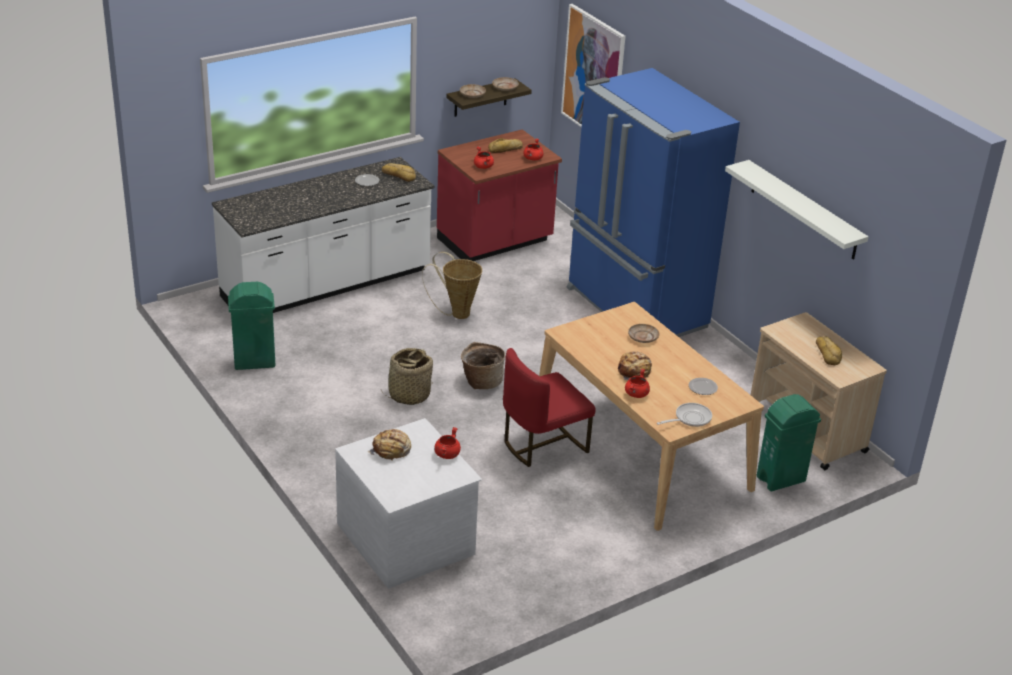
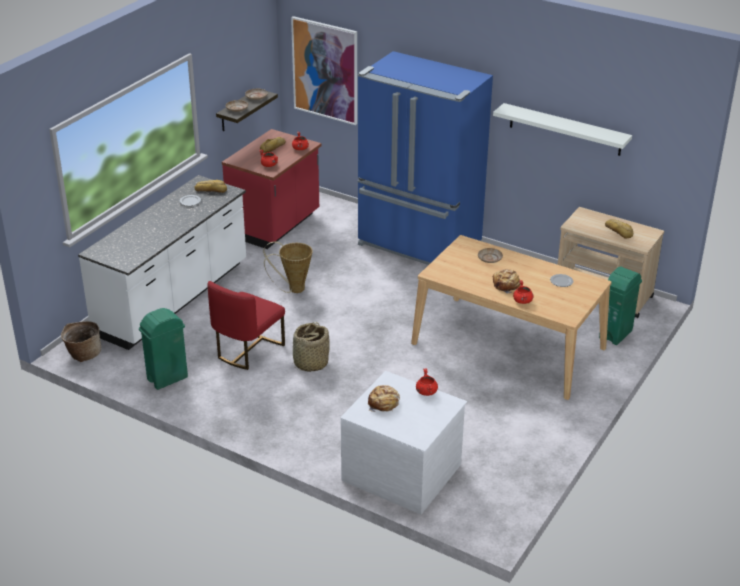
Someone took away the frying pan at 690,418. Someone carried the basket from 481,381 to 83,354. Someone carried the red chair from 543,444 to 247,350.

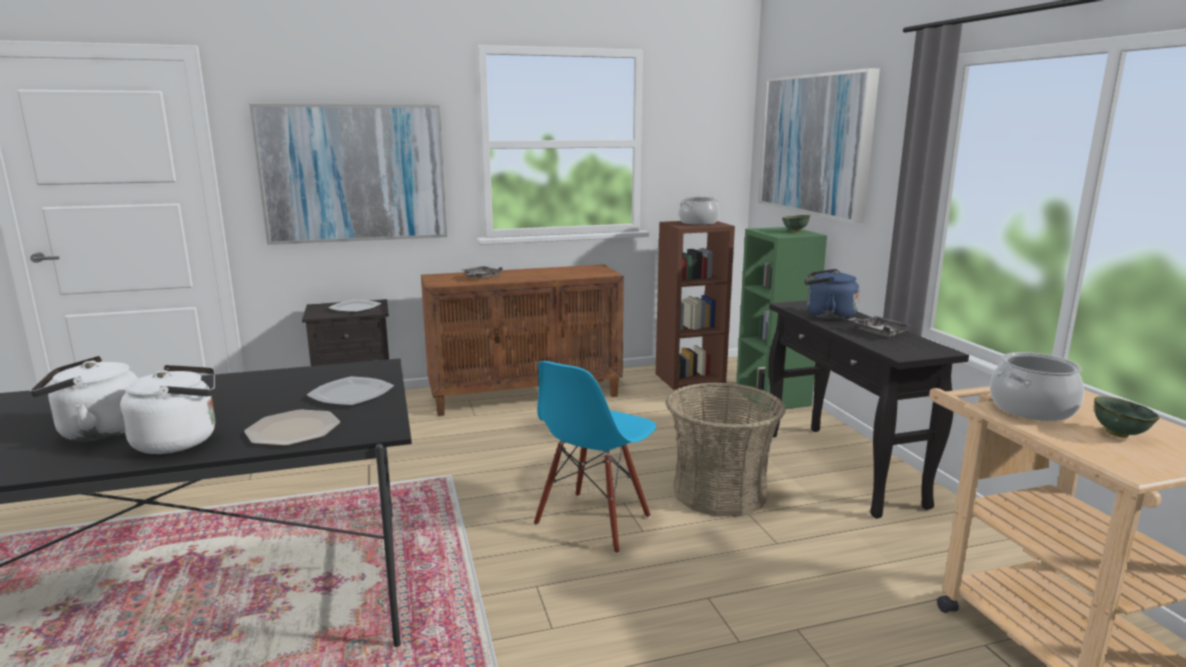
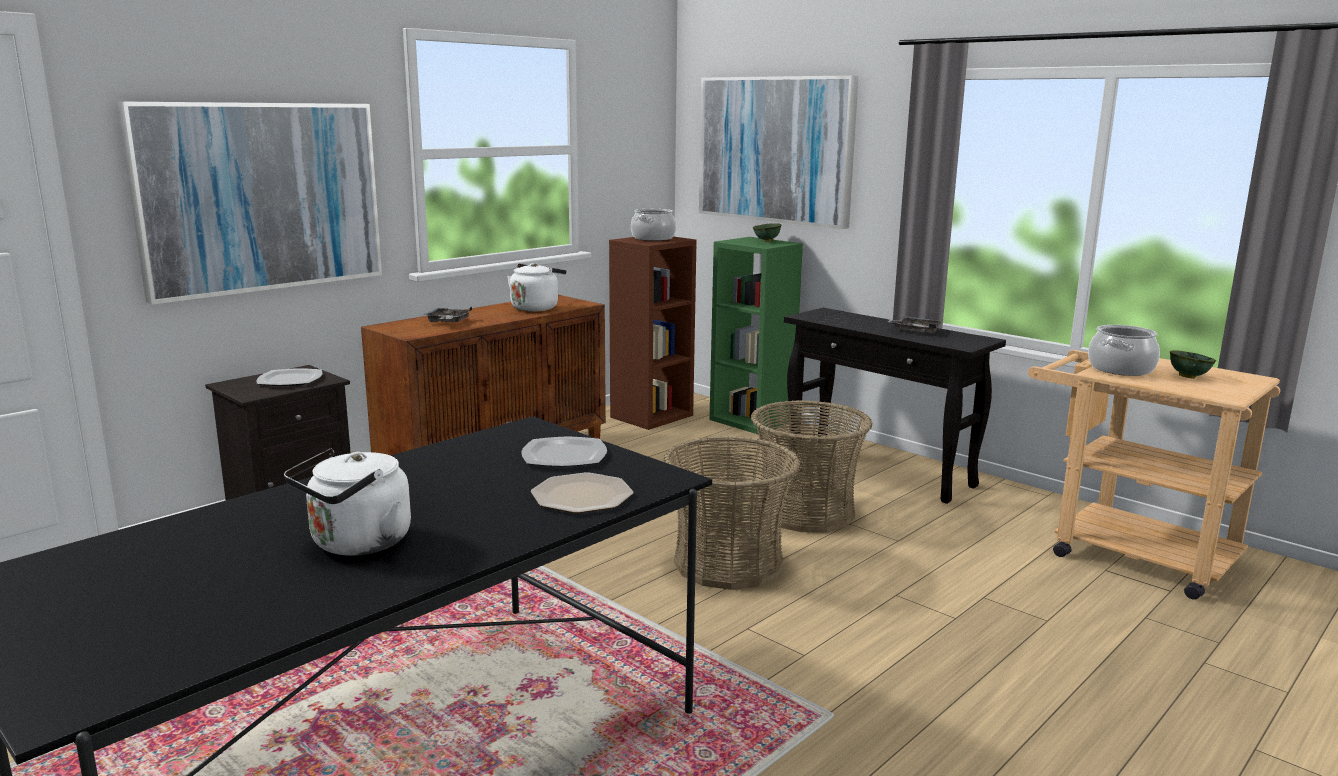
Someone took away the blue kettle at 827,315. Someone carried the white kettle from 181,441 to 536,308. Someone swapped the blue chair at 593,522 for the basket at 728,563.

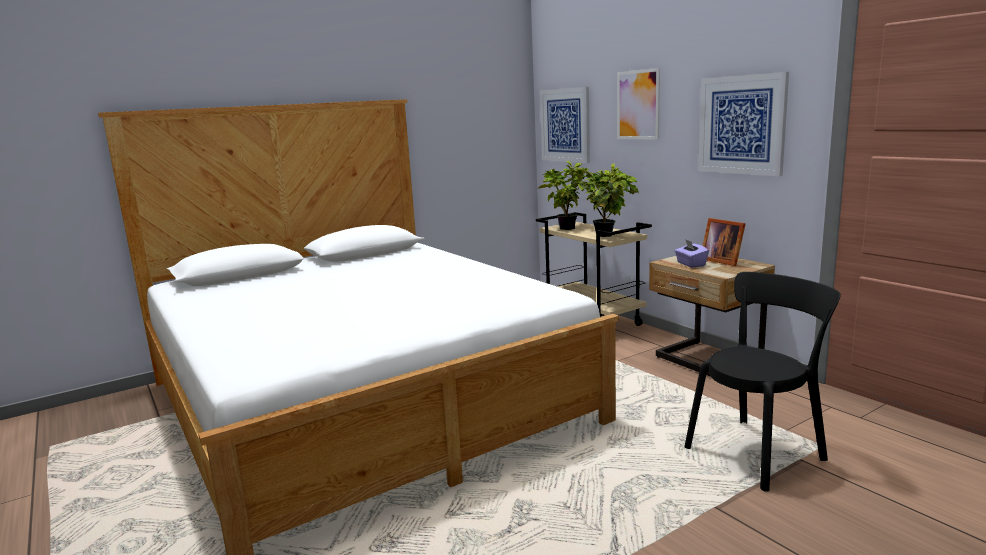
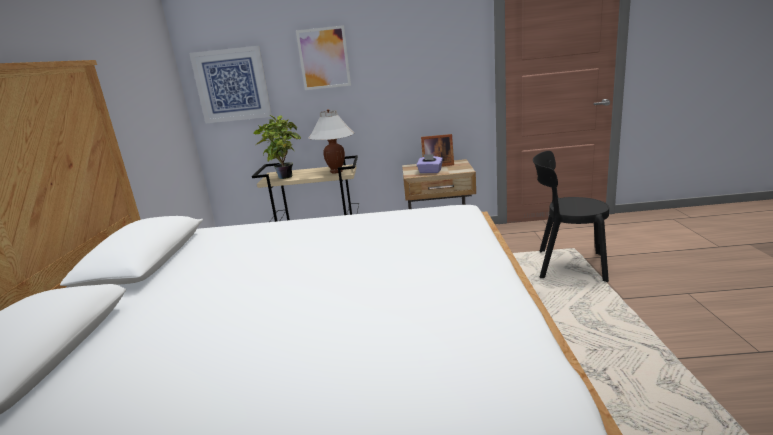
Someone took away the picture at 741,125. Someone swapped the potted plant at 609,236 for the white table lamp at 336,171. Someone rotated the black chair at 758,451 by 75 degrees counterclockwise.

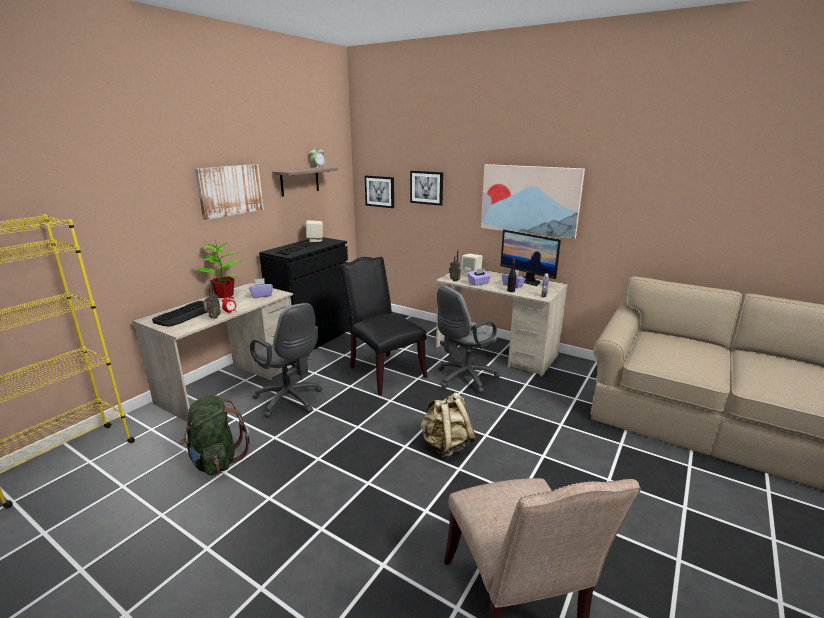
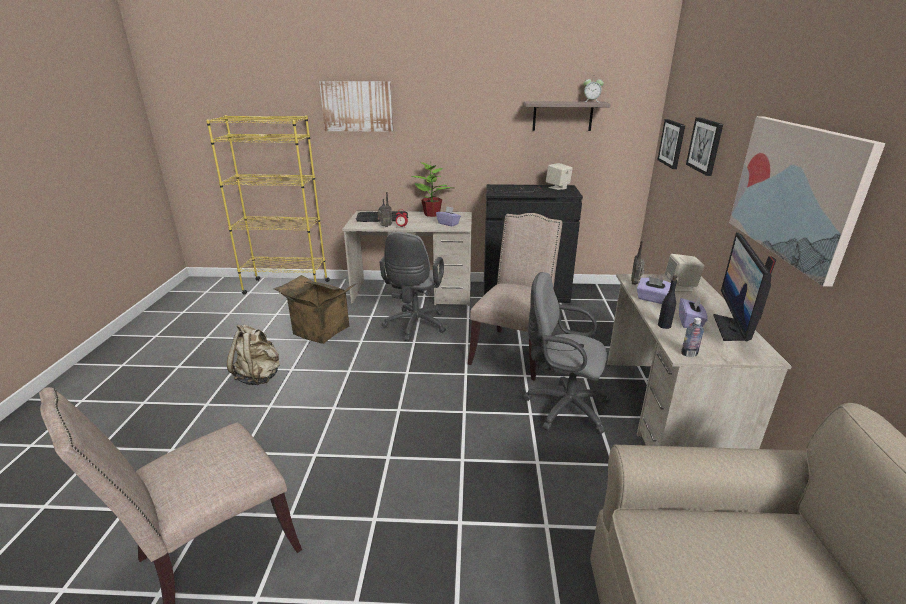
Someone carried the picture from 230,190 to 357,106. Someone carried the beige backpack from 446,446 to 259,377. Someone swapped the green backpack at 216,460 for the cardboard box at 319,331. Someone repainted the black chair at 383,371, which became the beige chair at 513,350.

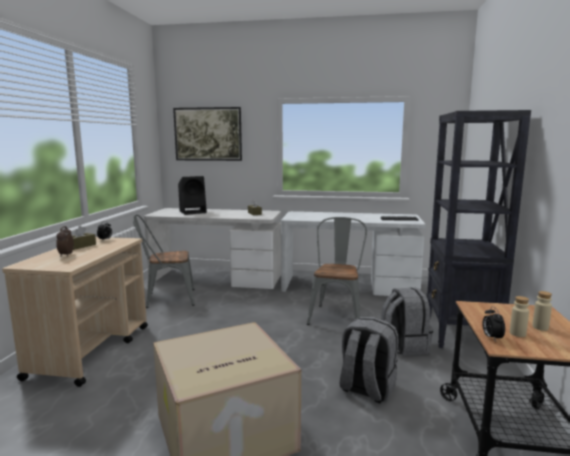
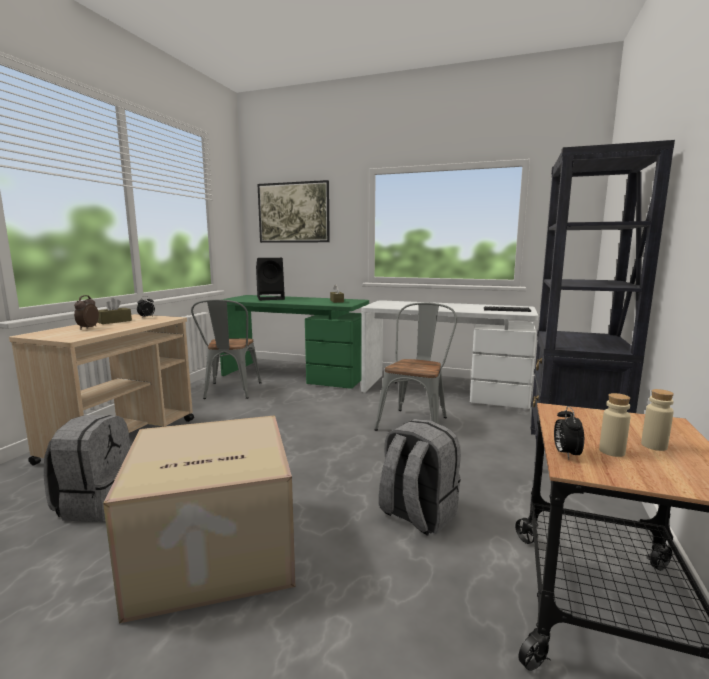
Someone carried the grey backpack from 404,345 to 97,503. Someone repainted the white desk at 217,278, which became the green desk at 295,374. Someone rotated the grey chair at 166,299 by 90 degrees counterclockwise.

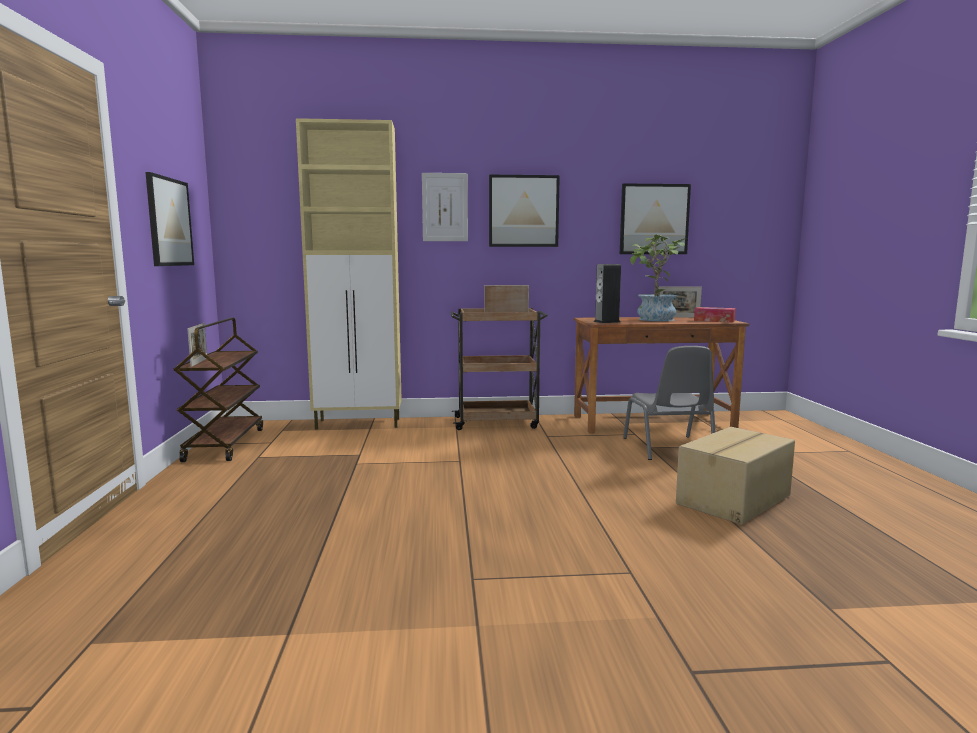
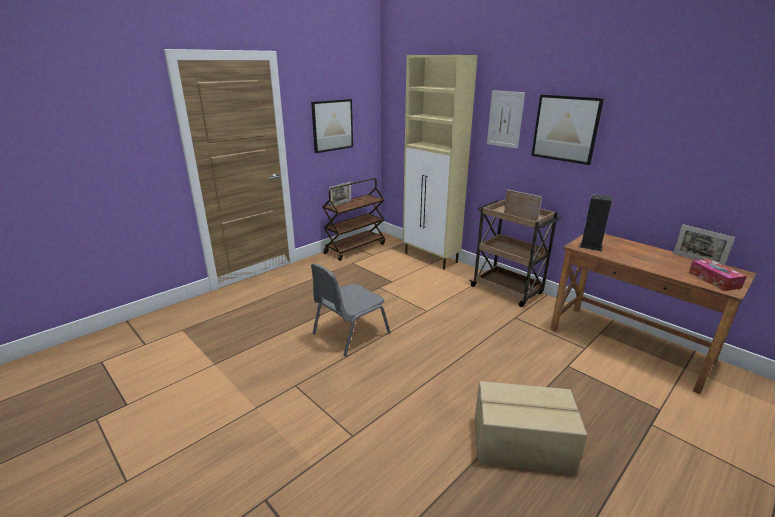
Someone took away the picture at 654,219. Someone took away the potted plant at 653,319. Someone carried the grey chair from 668,448 to 349,333.

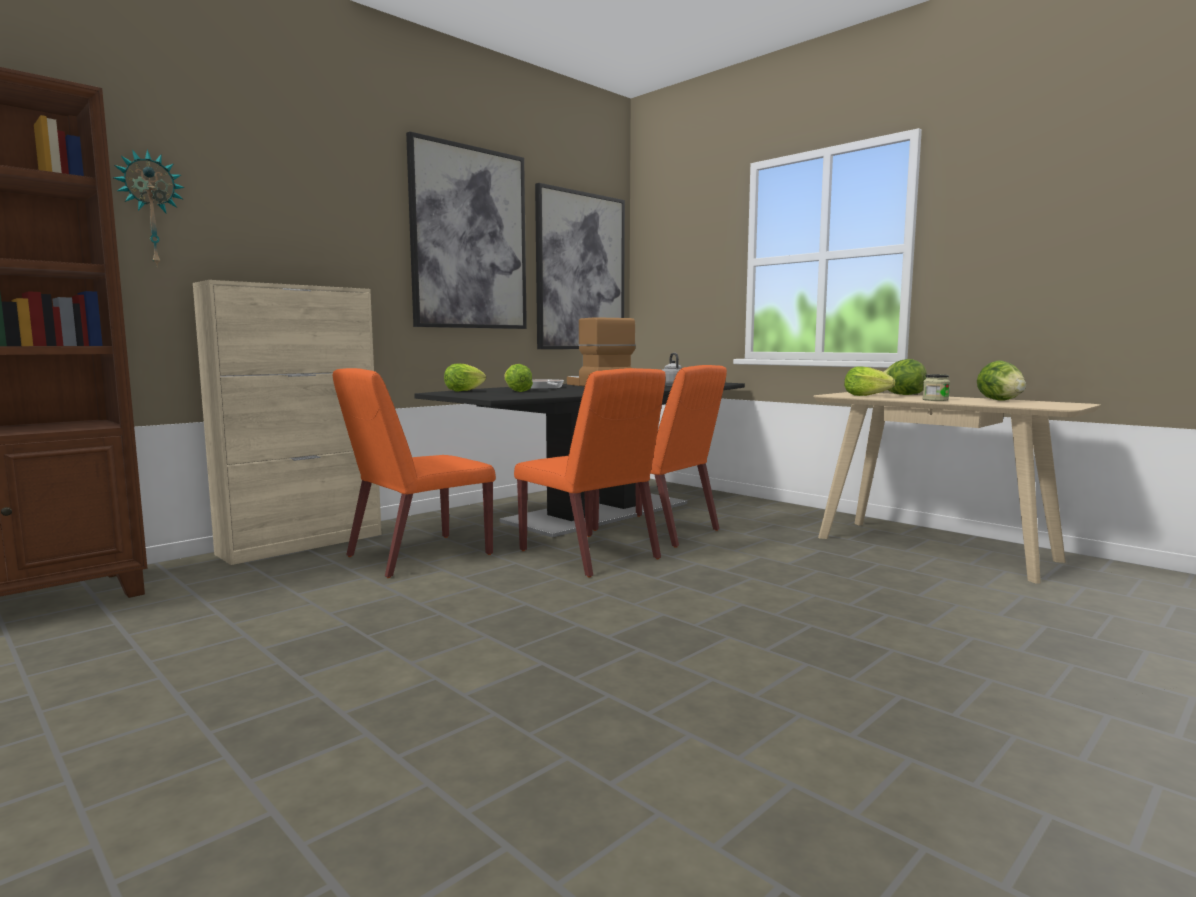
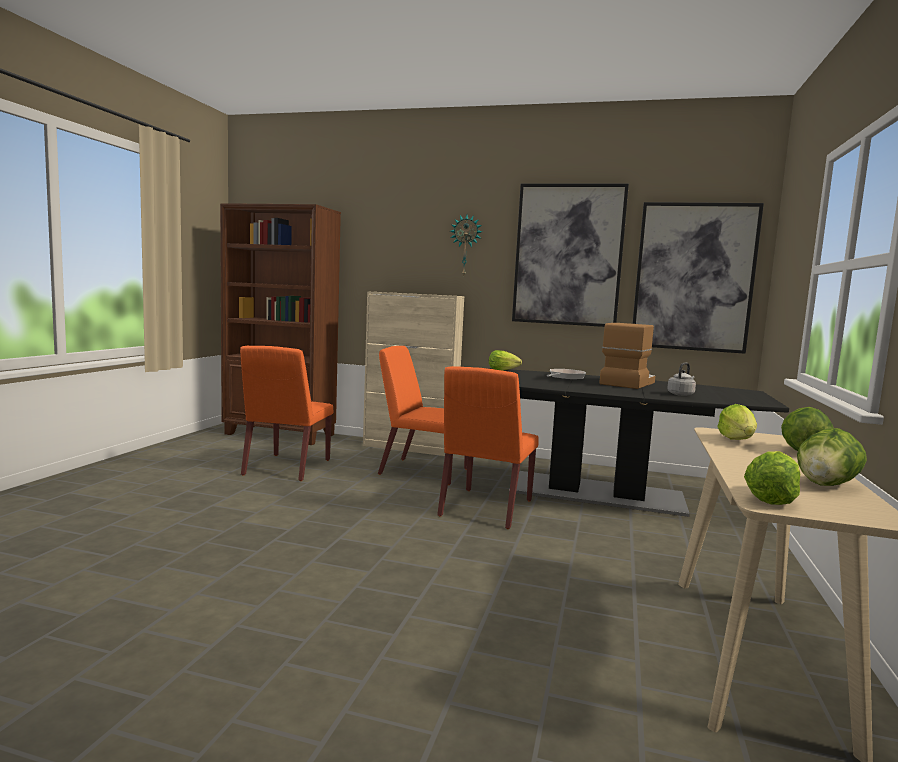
Someone took away the jar at 935,400. Someone carried the wall clock from 150,209 to 465,245. Someone carried the lettuce from 516,391 to 771,499. Someone carried the orange chair from 657,530 to 287,467.

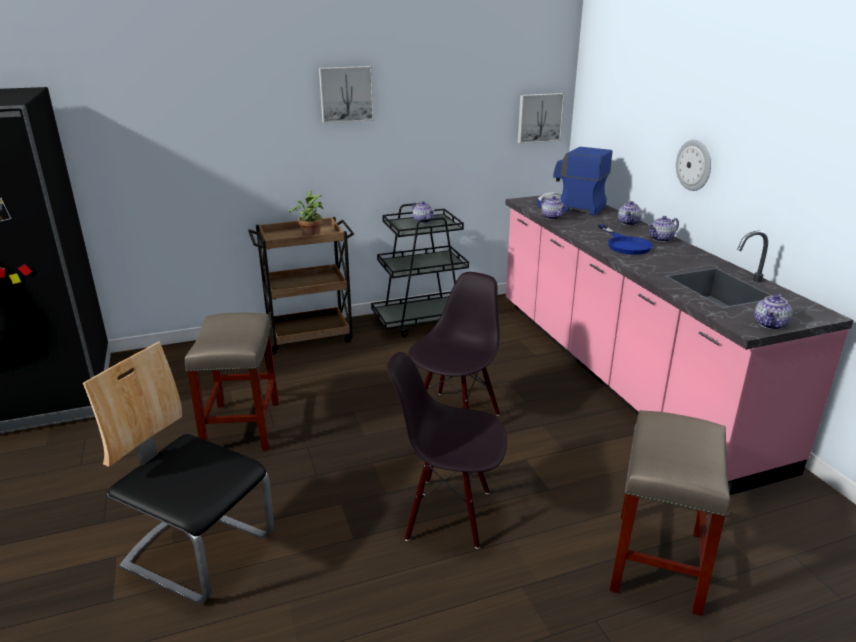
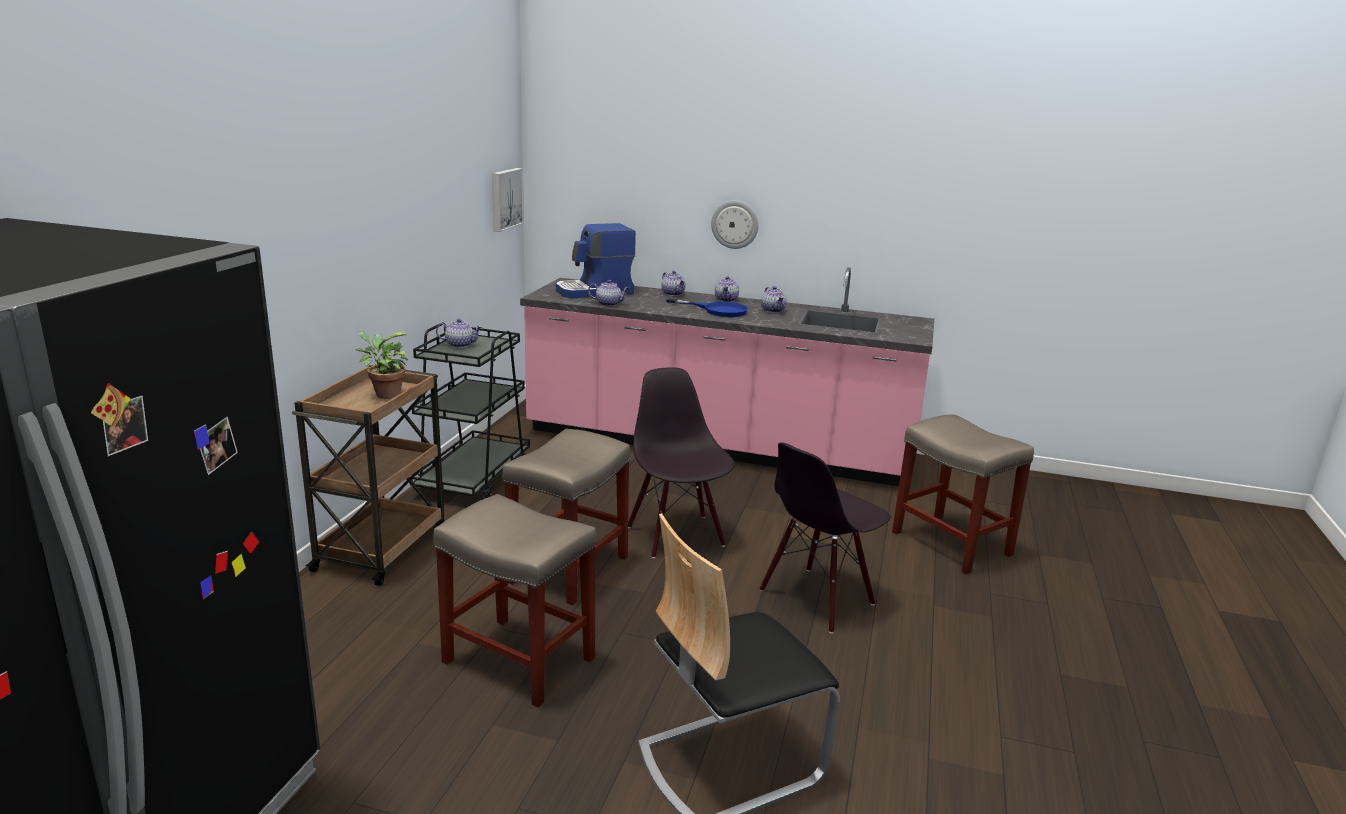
Someone took away the picture at 346,94. Someone put down the beige stool at 568,570. Someone carried the teapot from 770,325 to 773,310.

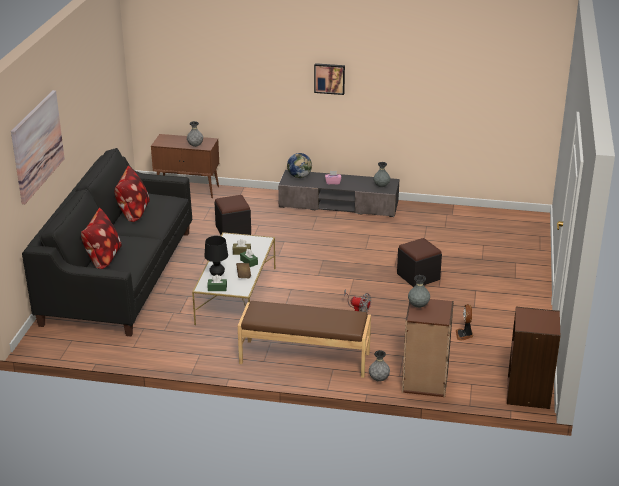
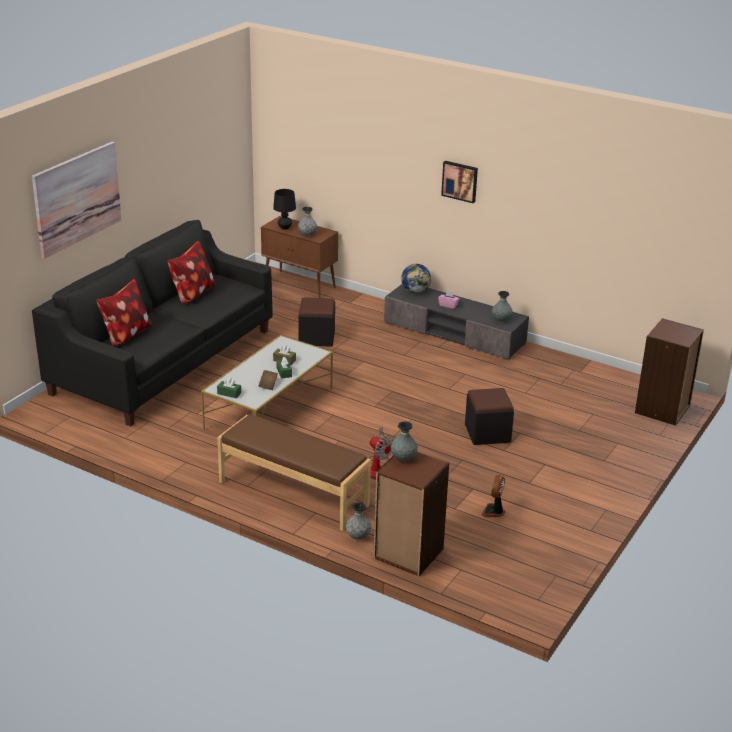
Someone carried the black table lamp from 217,275 to 284,228. Someone carried the brown bookcase from 529,393 to 663,409.

